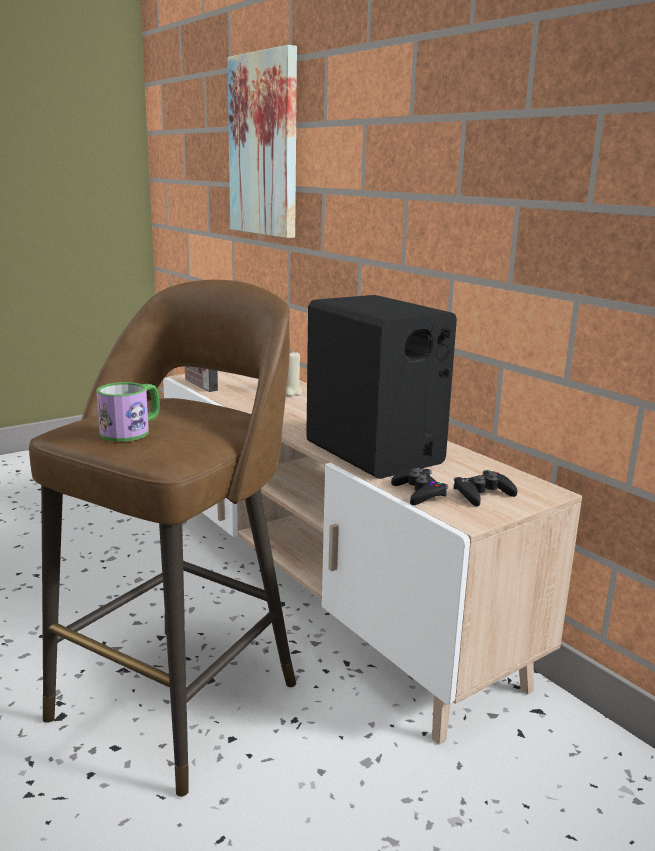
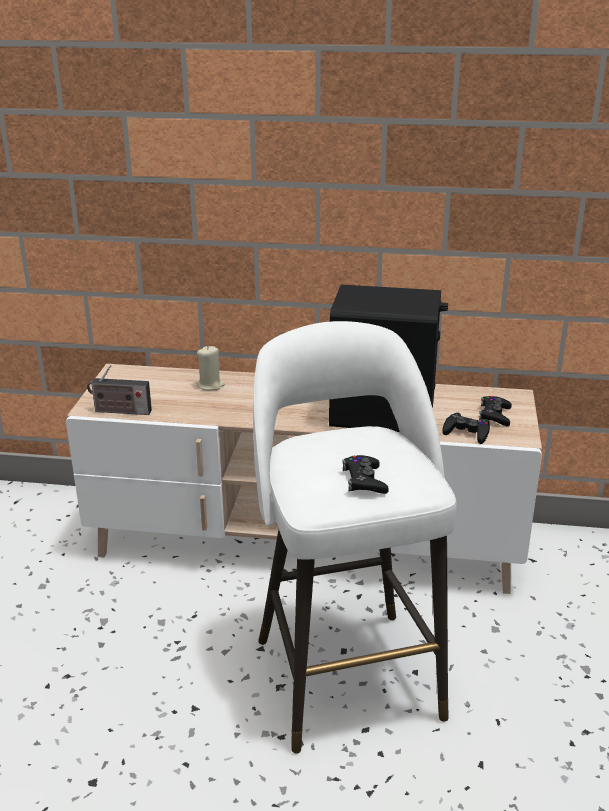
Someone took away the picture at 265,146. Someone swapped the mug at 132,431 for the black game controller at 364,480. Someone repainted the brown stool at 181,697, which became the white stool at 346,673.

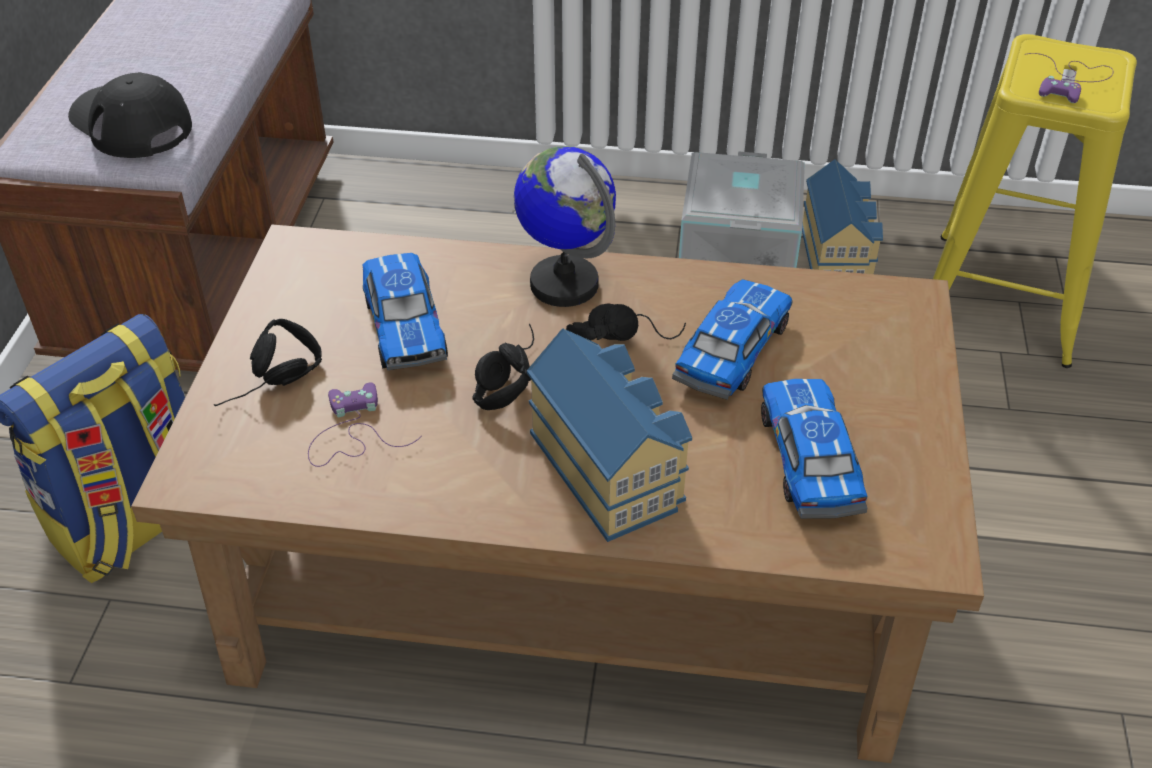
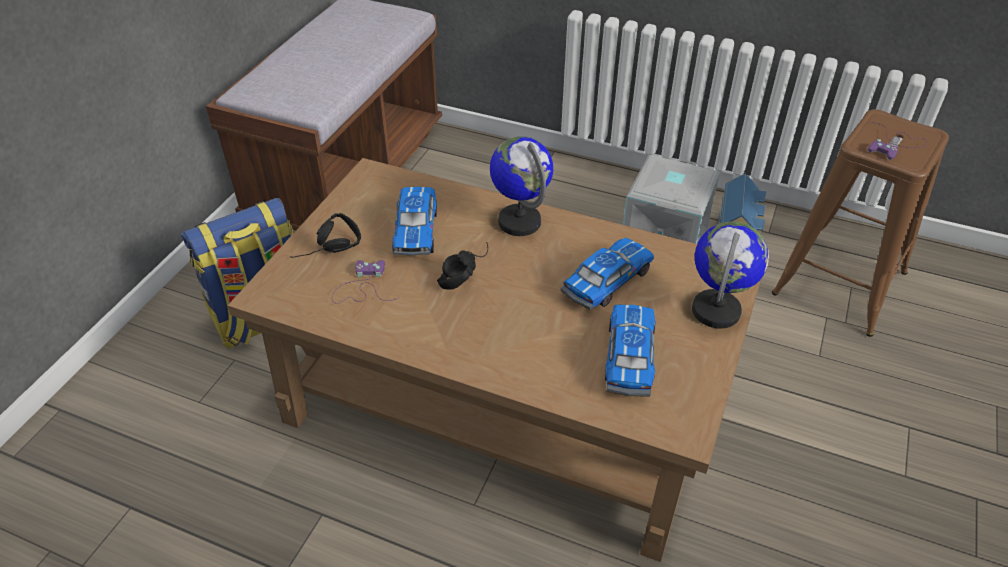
Someone took away the black cap at 130,124. Someone took away the toy house at 610,466. Someone took away the black headphones at 622,337. Someone put down the globe at 716,311. Someone repainted the yellow stool at 1001,298, which became the brown stool at 839,283.

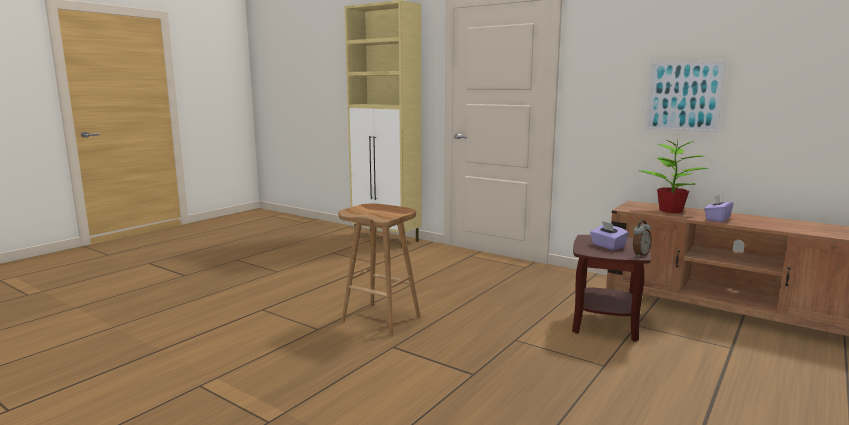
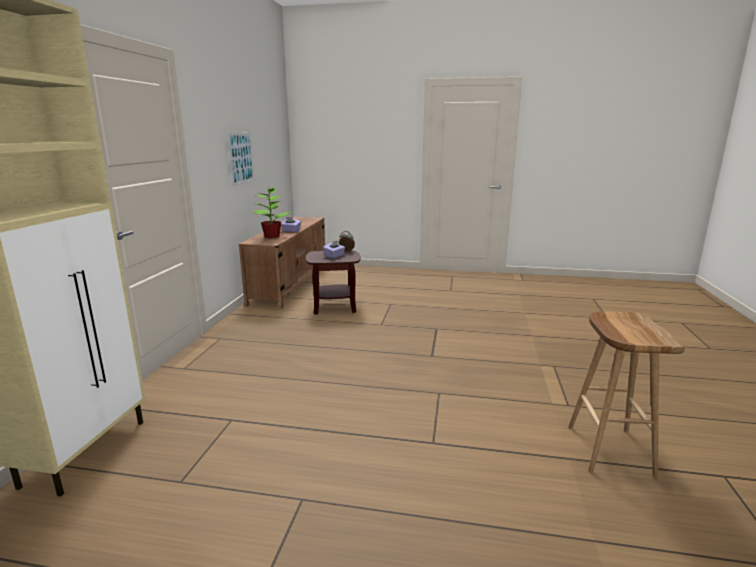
Someone carried the brown stool from 382,319 to 608,449.

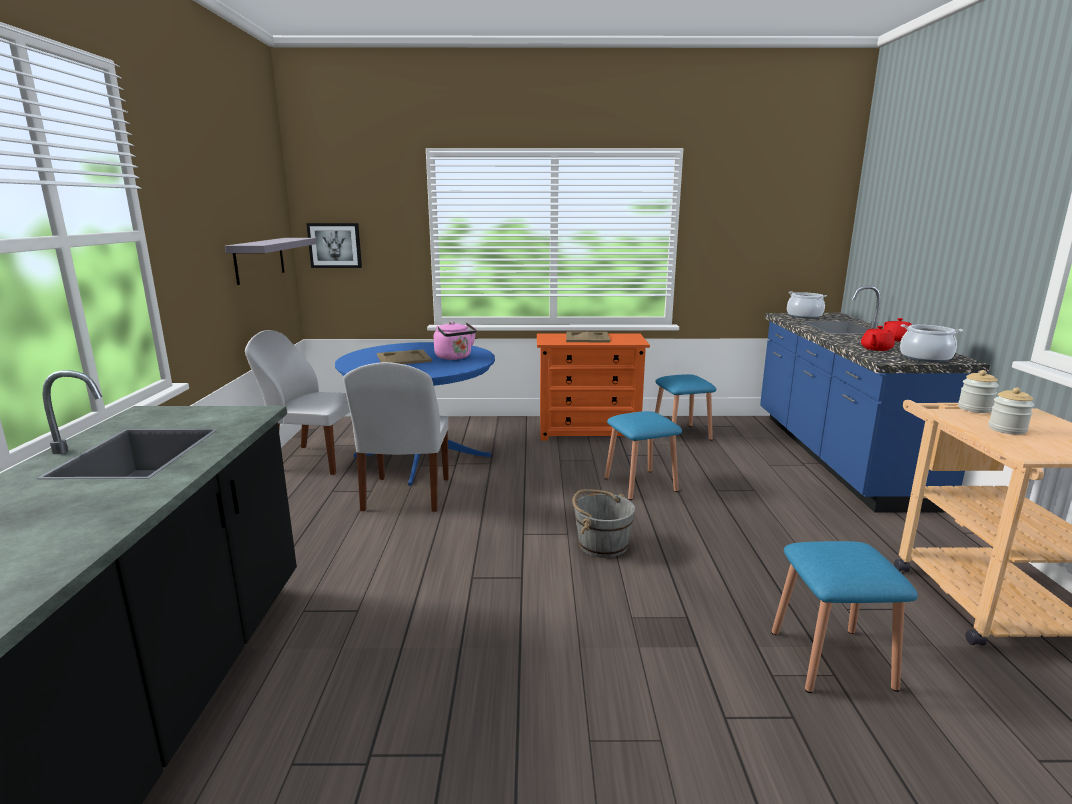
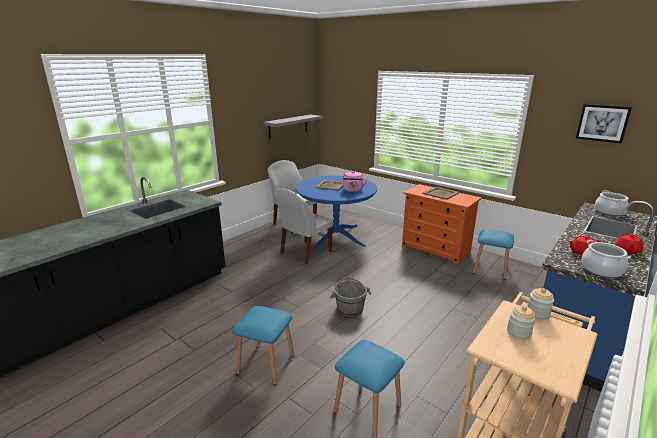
Someone carried the picture from 335,245 to 602,123. Someone carried the blue stool from 640,484 to 266,364.

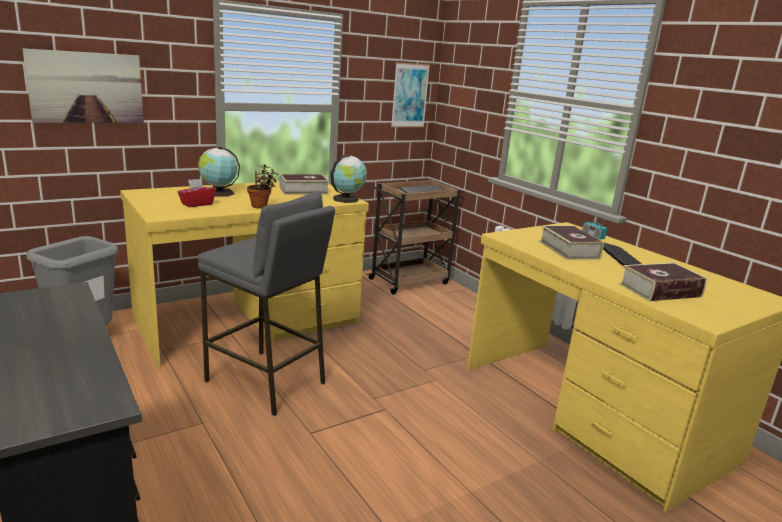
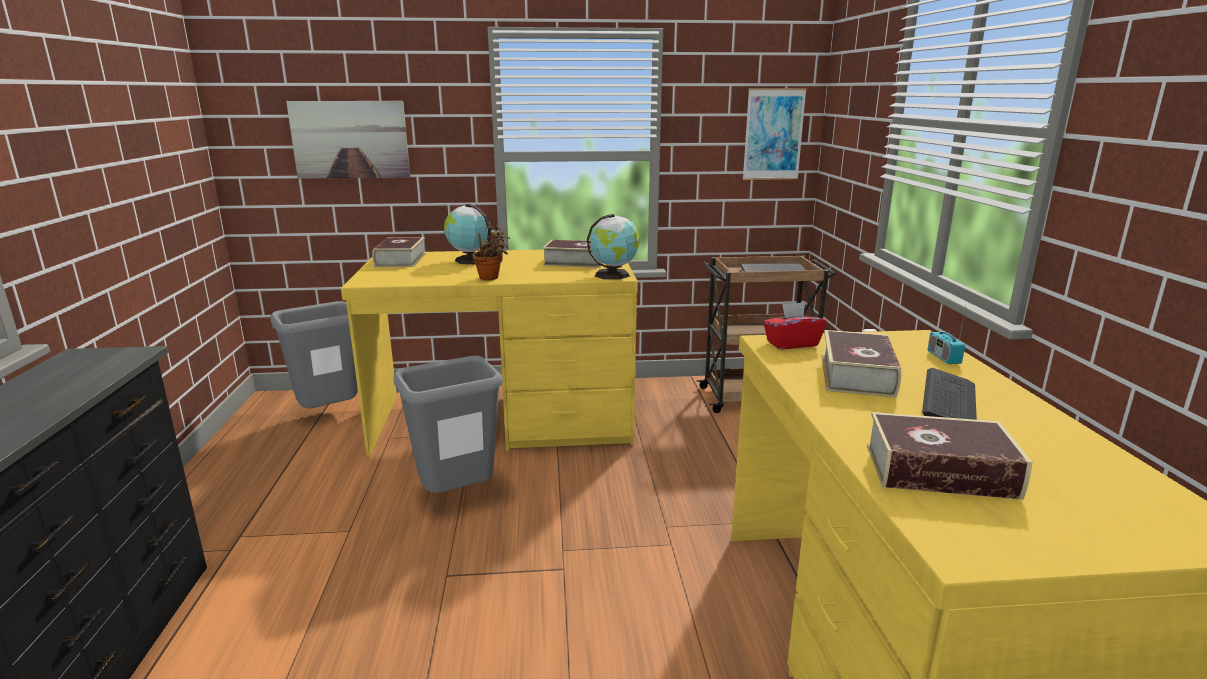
Someone put down the book at 400,260. Someone carried the red tissue box from 197,204 to 791,344. Someone swapped the grey stool at 266,382 for the grey trash can at 456,498.

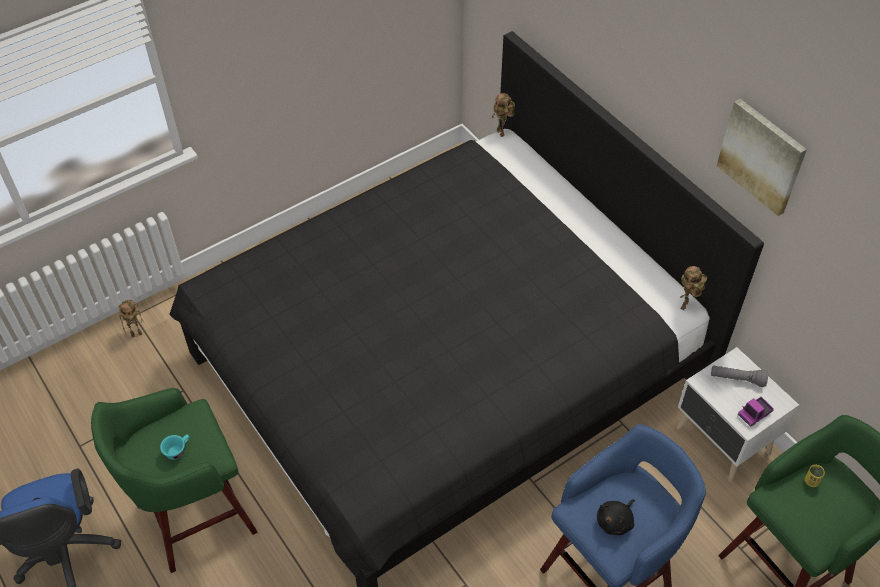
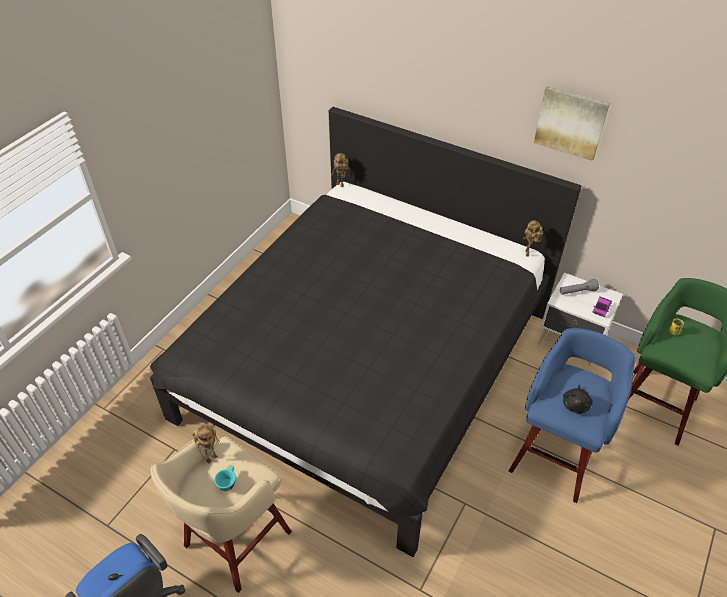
Someone carried the toy robot from 137,333 to 211,457. Someone repainted the green stool at 194,517, which became the beige stool at 235,541.

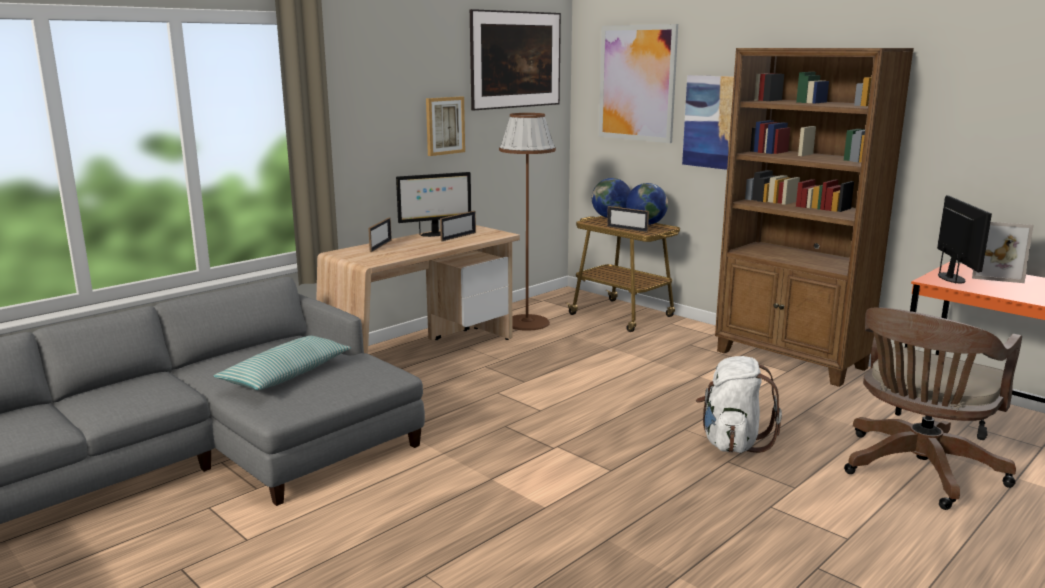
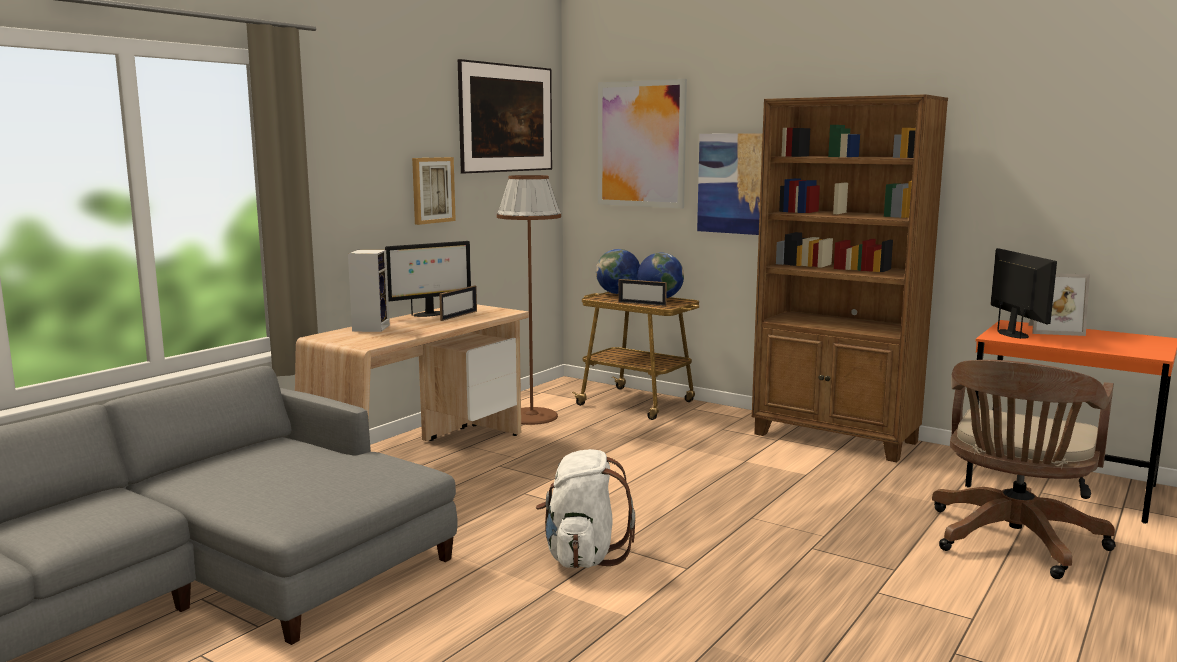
Someone took away the pillow at 286,375. Someone carried the white backpack from 732,443 to 582,556. Someone swapped the picture frame at 380,246 for the speaker at 370,328.

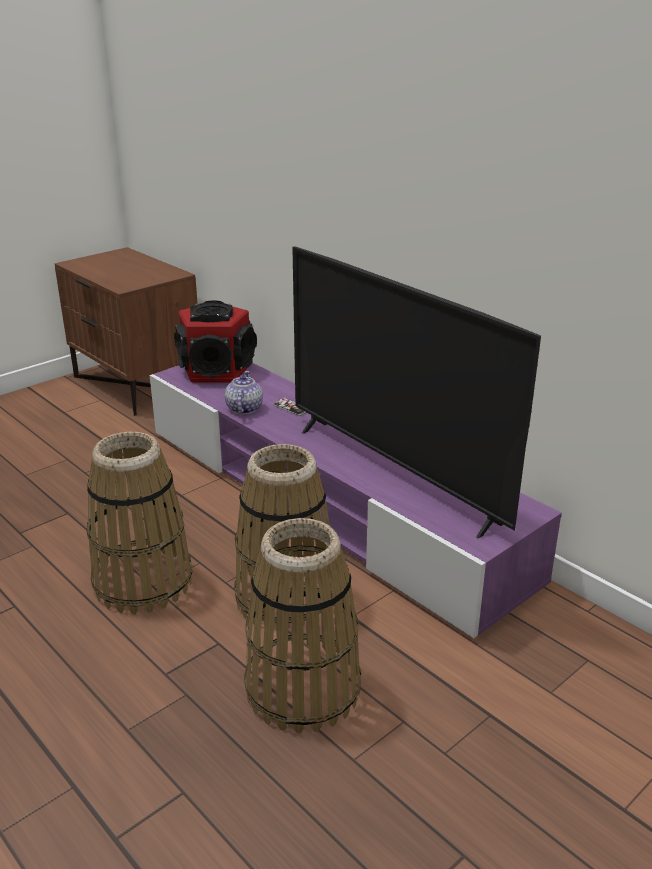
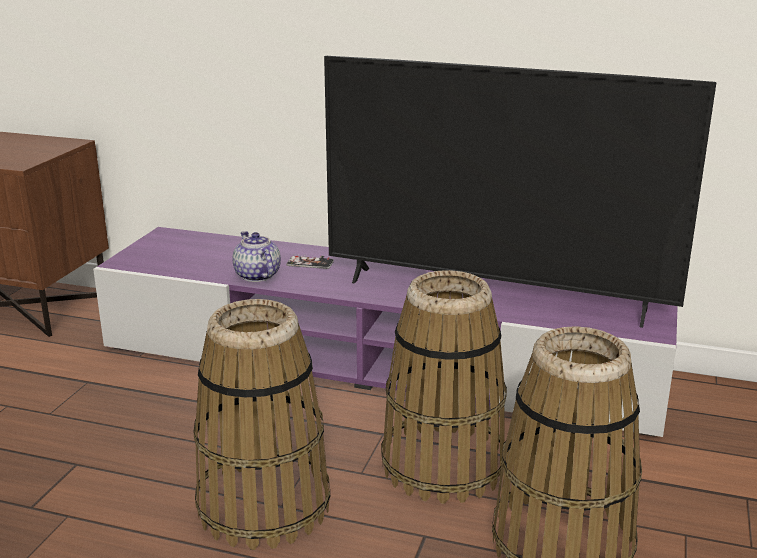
Someone took away the speaker at 216,370.

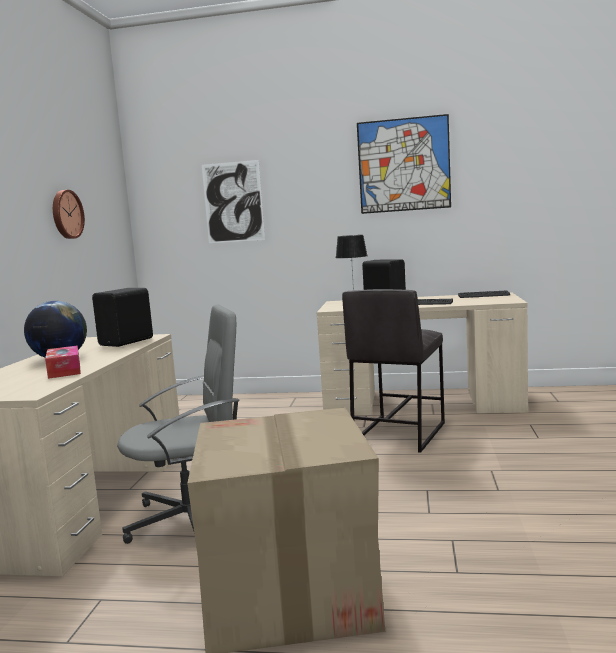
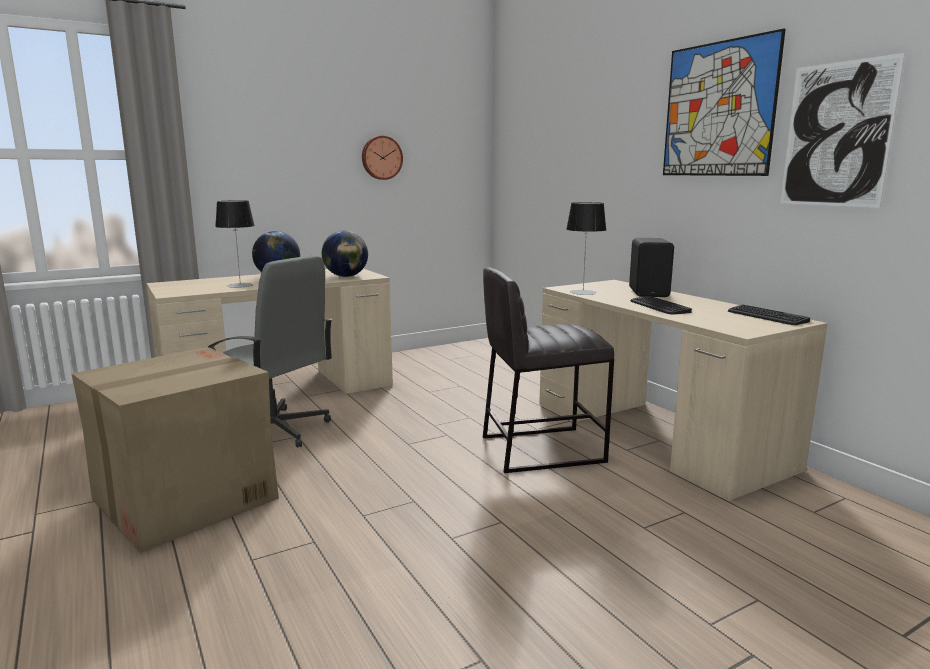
Someone carried the picture from 233,202 to 836,135. Someone swapped the tissue box at 64,370 for the table lamp at 240,285. Someone swapped the black speaker at 128,342 for the globe at 346,276.

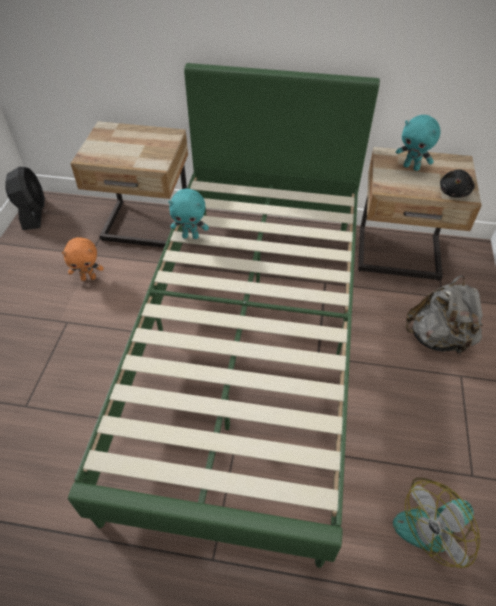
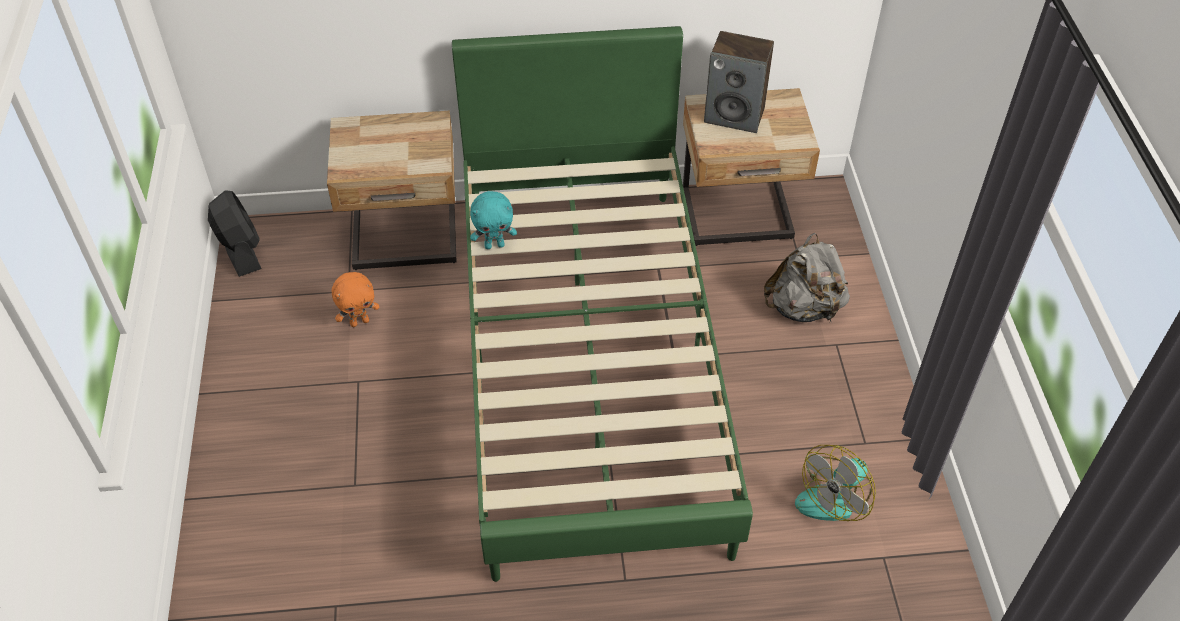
Someone took away the black plush toy at 454,192. Someone swapped the turquoise plush toy at 411,167 for the speaker at 735,115.

